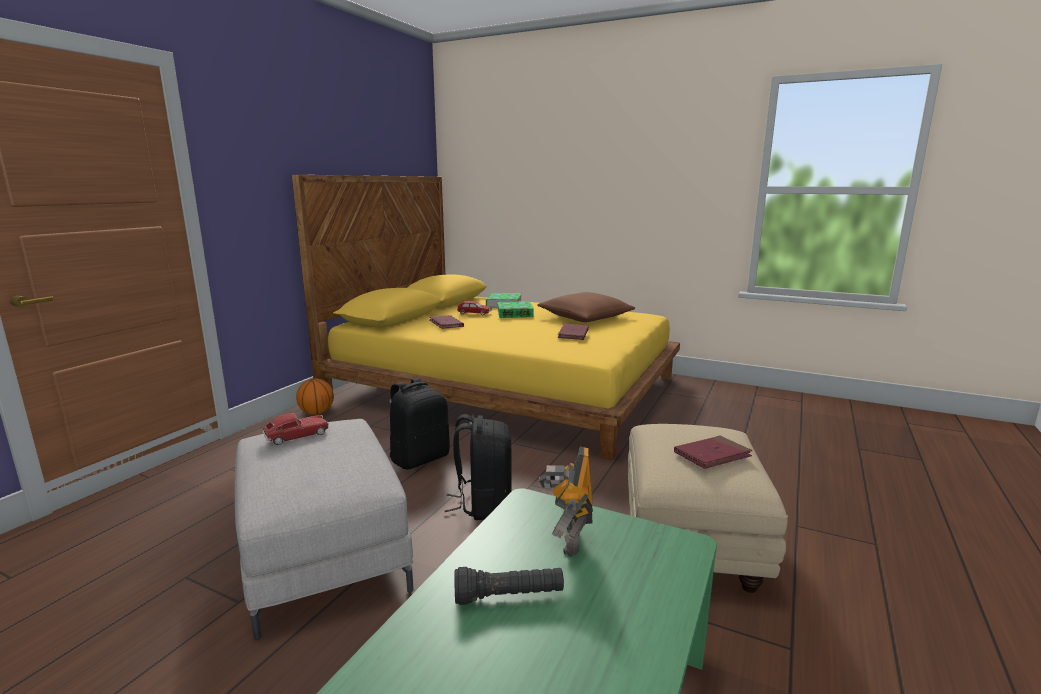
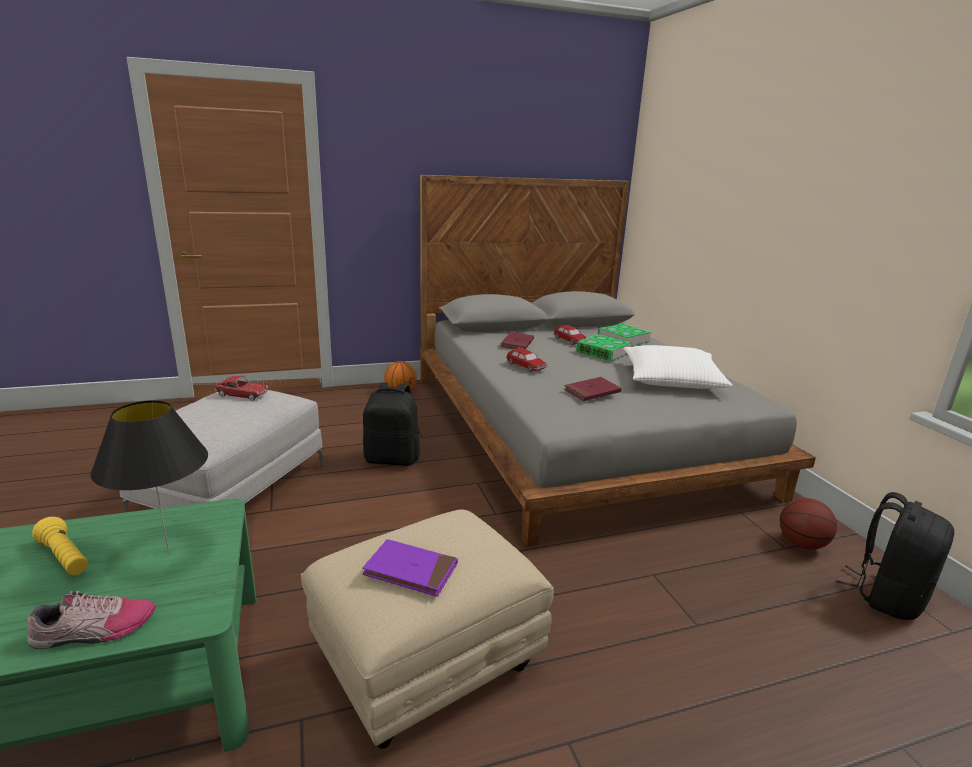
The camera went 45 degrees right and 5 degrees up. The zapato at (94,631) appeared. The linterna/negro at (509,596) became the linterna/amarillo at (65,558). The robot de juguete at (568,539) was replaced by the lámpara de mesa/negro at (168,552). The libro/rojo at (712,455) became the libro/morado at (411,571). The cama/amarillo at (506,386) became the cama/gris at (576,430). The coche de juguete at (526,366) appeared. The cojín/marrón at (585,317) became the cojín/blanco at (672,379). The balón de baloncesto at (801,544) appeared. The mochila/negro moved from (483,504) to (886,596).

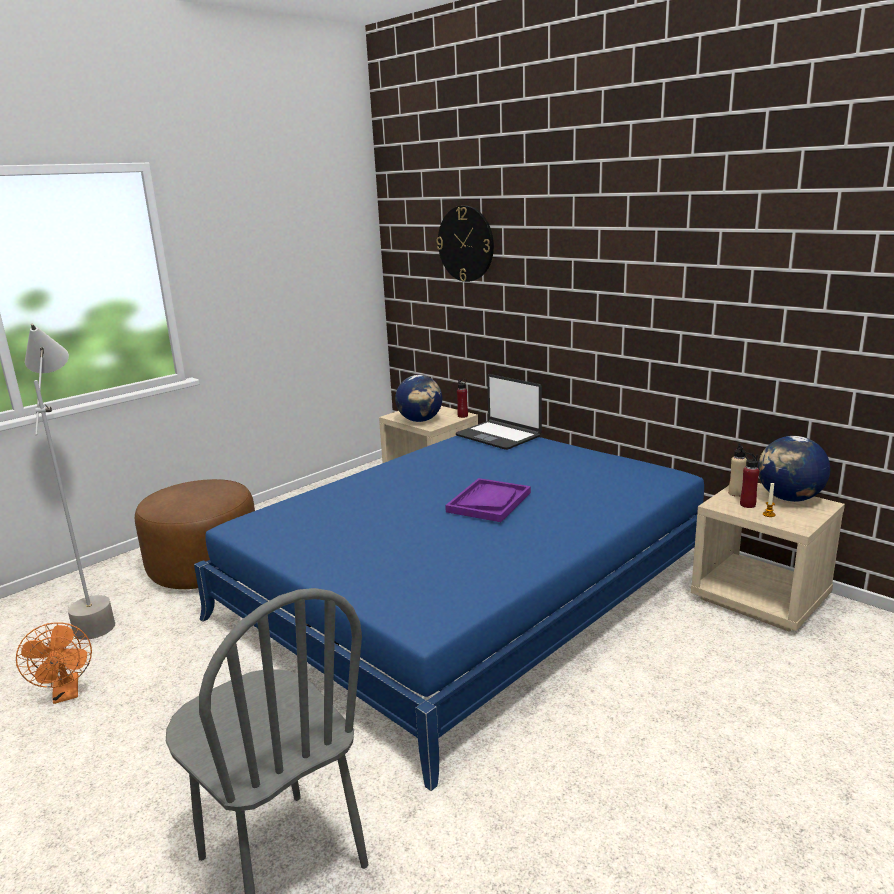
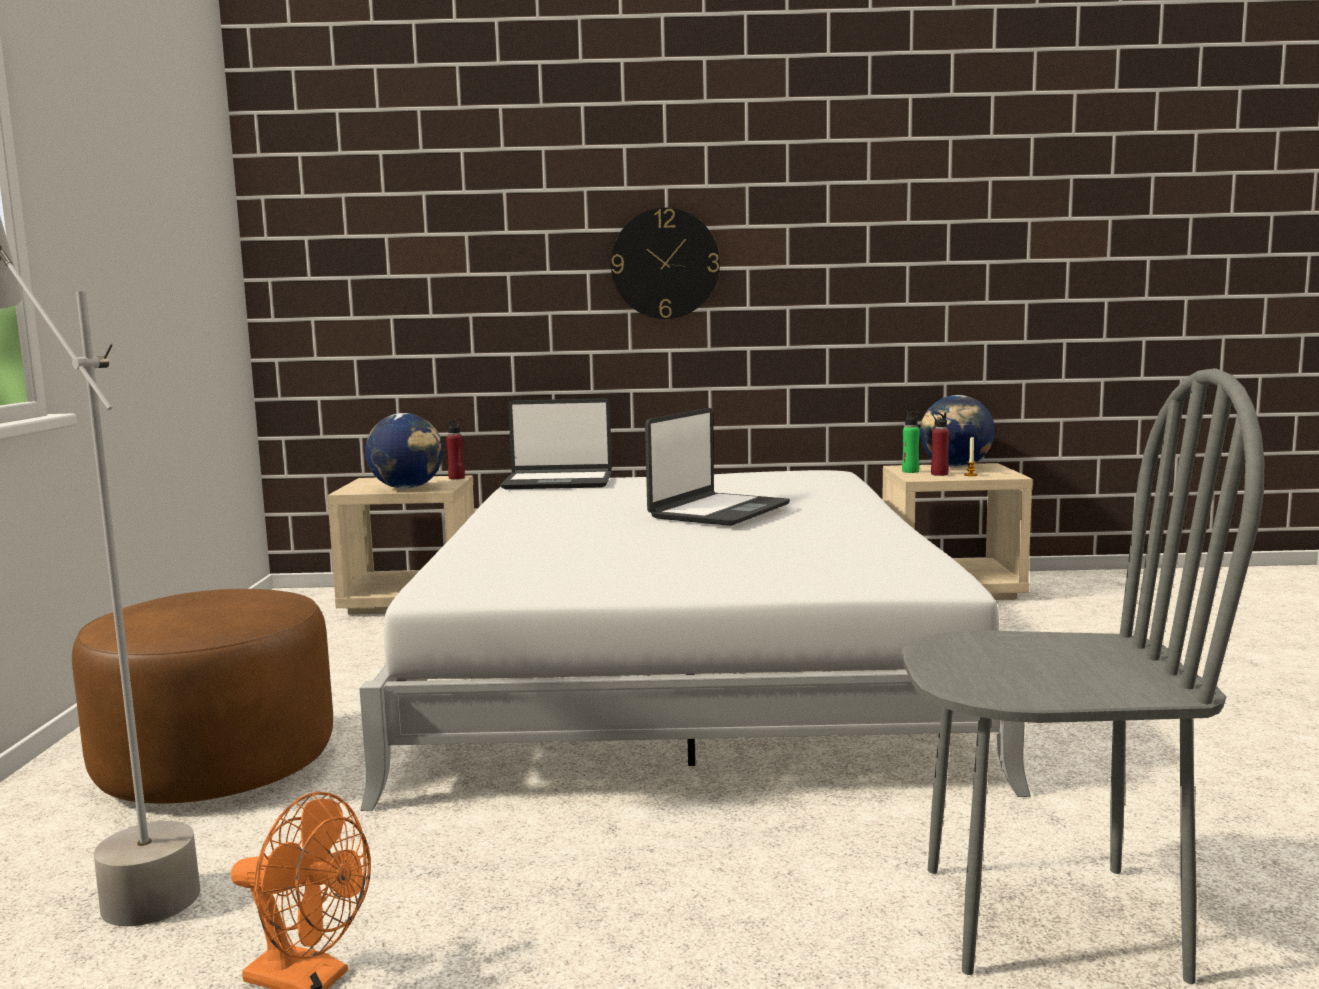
The camera went 45 degrees left and 10 degrees down. The cama/azul at (468,589) became the cama/blanco at (684,660). The reloj de pared moved from (466,244) to (665,264). The bandeja/morado at (489,502) was replaced by the portátil at (718,511). The botella/beis at (735,493) became the botella/verde at (910,471).

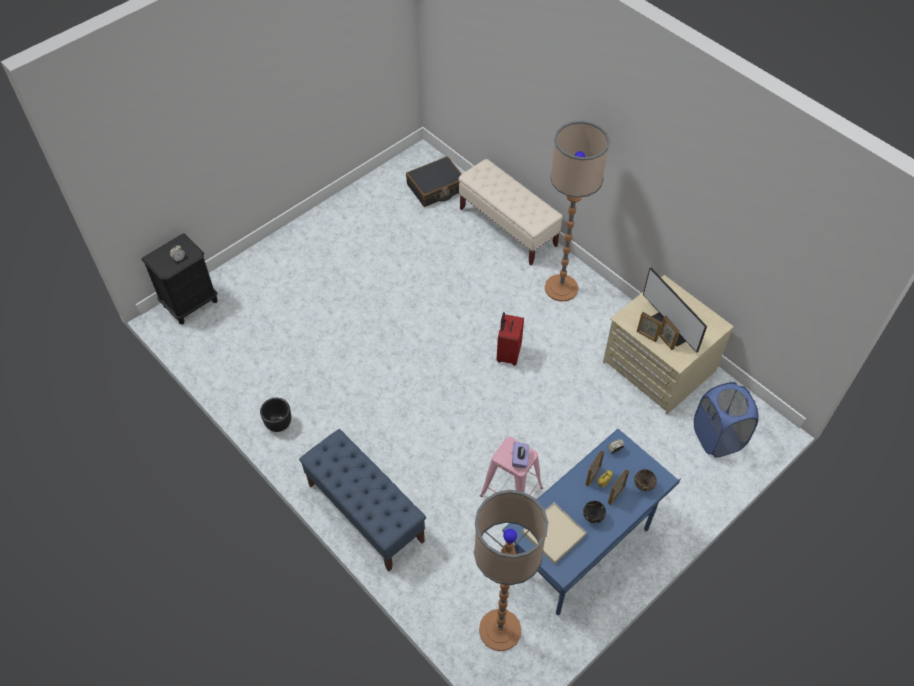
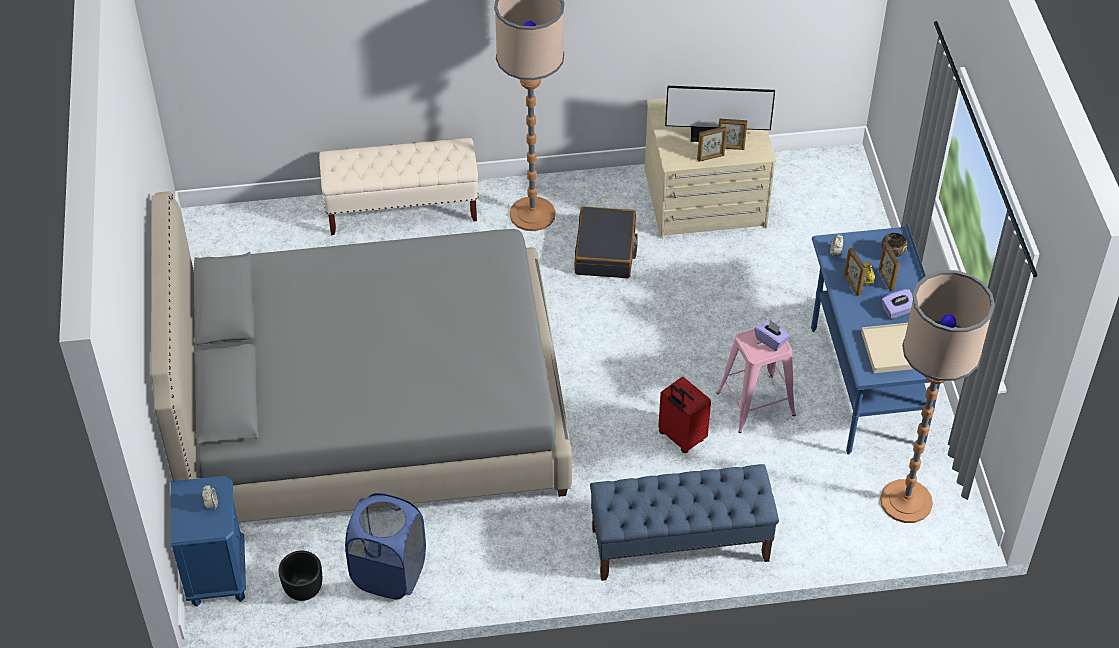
The camera went 55 degrees left and 5 degrees down. The cama/gris at (371,411) appeared. The mesita de noche/negro at (191,303) became the mesita de noche/azul at (217,574). The maceta/negro moved from (278,423) to (303,590). The cesto de la ropa/azul moved from (717,437) to (389,573). The maleta/negro moved from (436,188) to (605,251). The maleta/rojo moved from (508,354) to (681,437). The cuenco/negro at (593,517) was replaced by the caja de pañuelos/morado at (897,311).

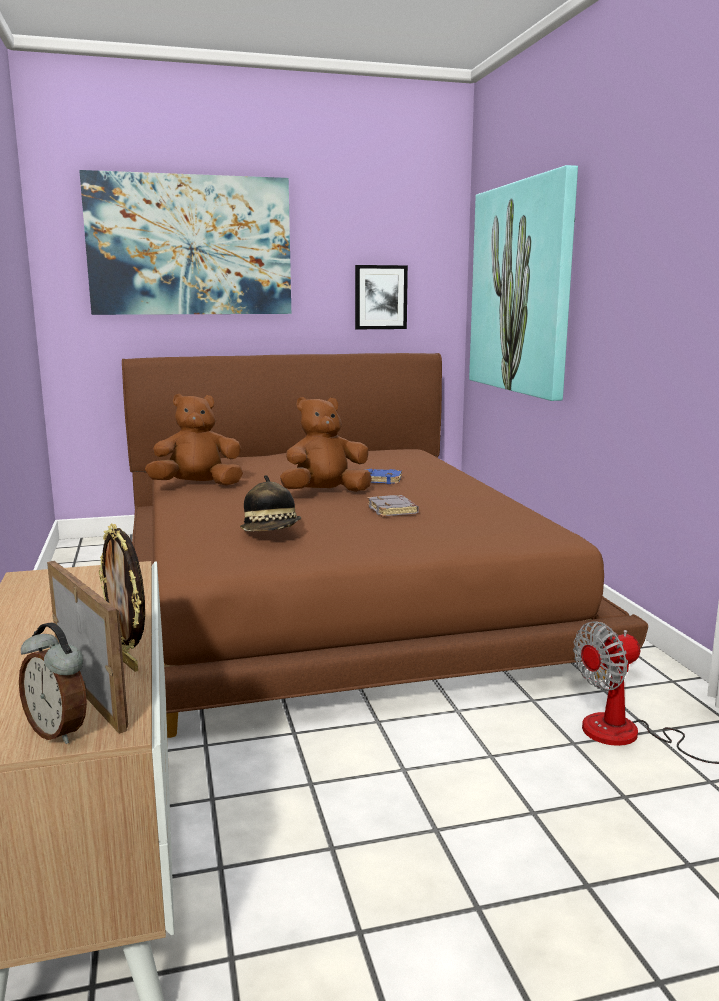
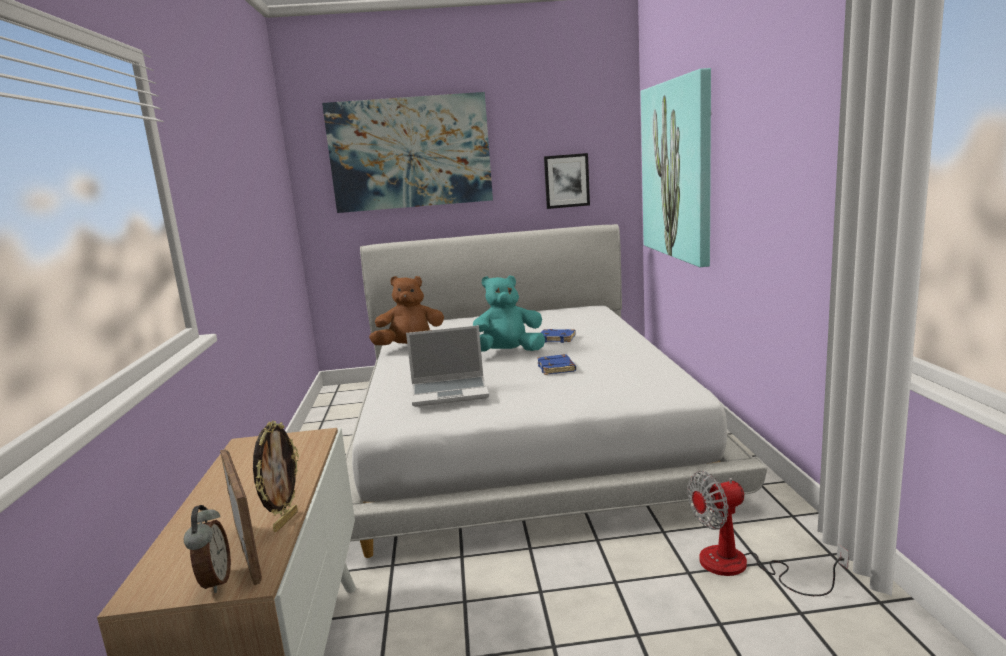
The camera went 10 degrees right and 0 degrees up. The despertador at (59,731) turned 150 degrees counterclockwise. The portarretratos at (128,662) turned 135 degrees counterclockwise. The cama/marrón at (330,591) became the cama/blanco at (519,430). The sombrero at (272,532) was replaced by the portátil at (450,392). The peluche/marrón at (325,493) became the peluche/turquesa at (507,353). The libro/gris at (393,510) became the libro/azul at (557,368).

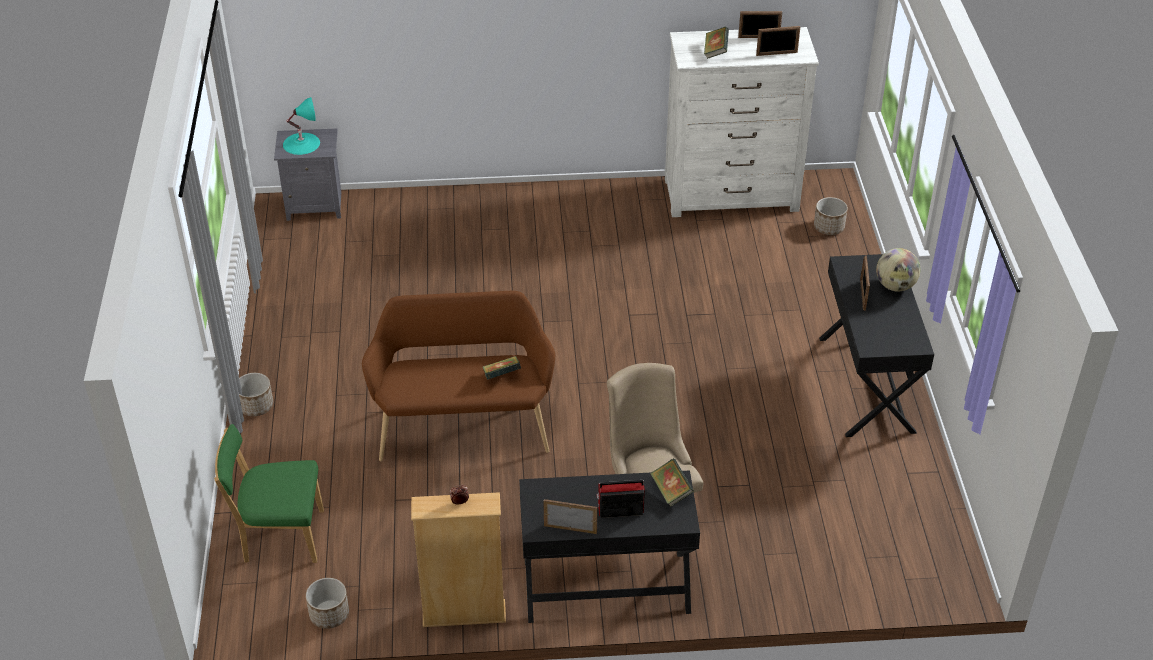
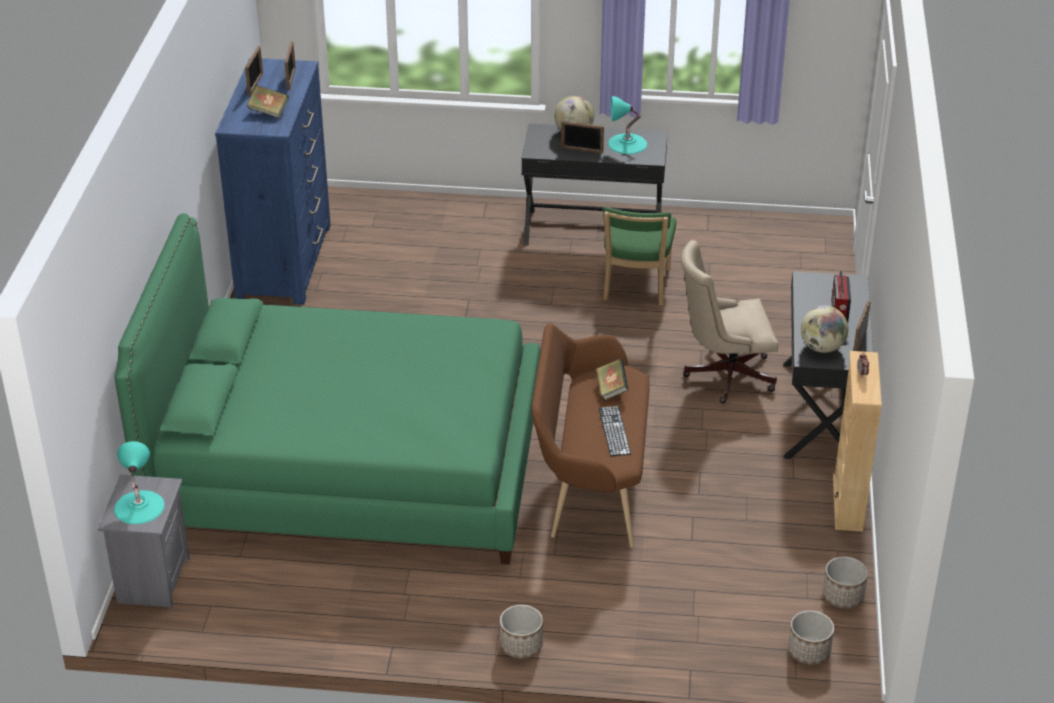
The camera went 80 degrees left and 5 degrees down. The cama/verde at (348,465) appeared. The cómoda/blanco at (731,195) became the cómoda/azul at (285,261). The teclado at (614,431) appeared. The silla/verde moved from (279,536) to (635,287). The lámpara de mesa/turquesa at (627,144) appeared. The maceta moved from (828,227) to (809,651). The globo terráqueo at (822,347) appeared. The libro at (671,491) disappeared.

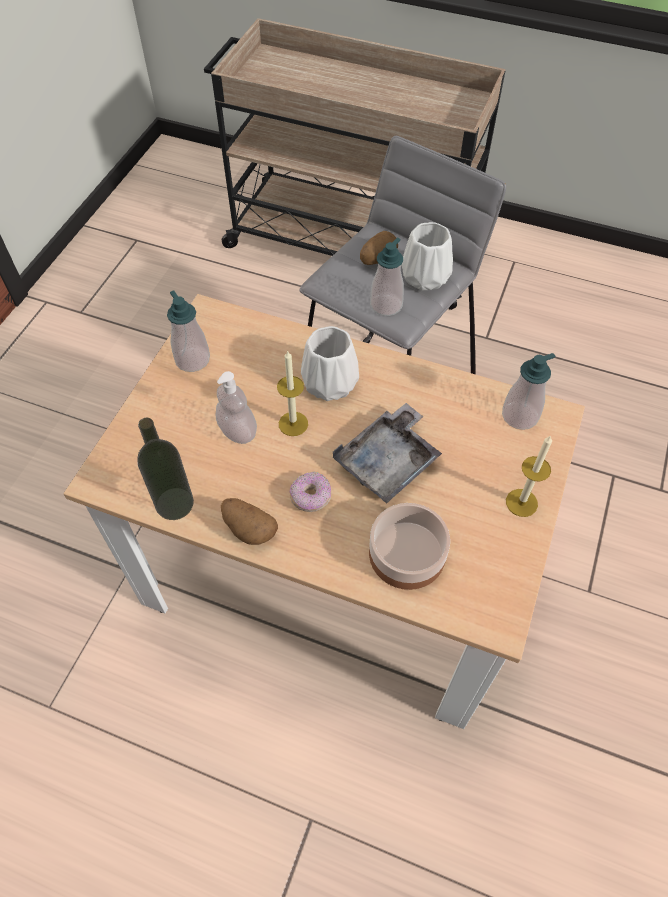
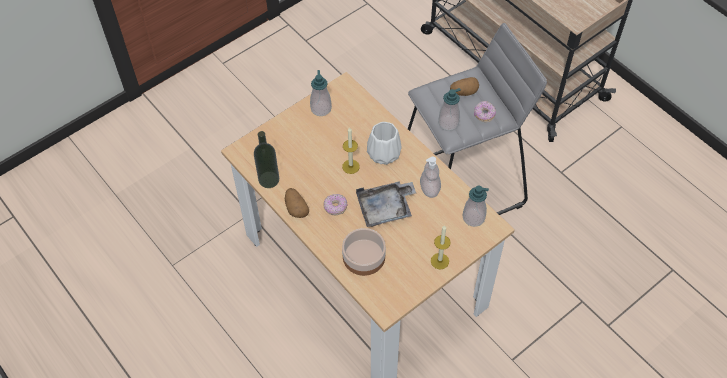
The camera went 30 degrees right and 0 degrees up. The dispensador de jabón moved from (238,431) to (429,189). The florero/blanco at (425,276) was replaced by the rosquilla at (484,115).

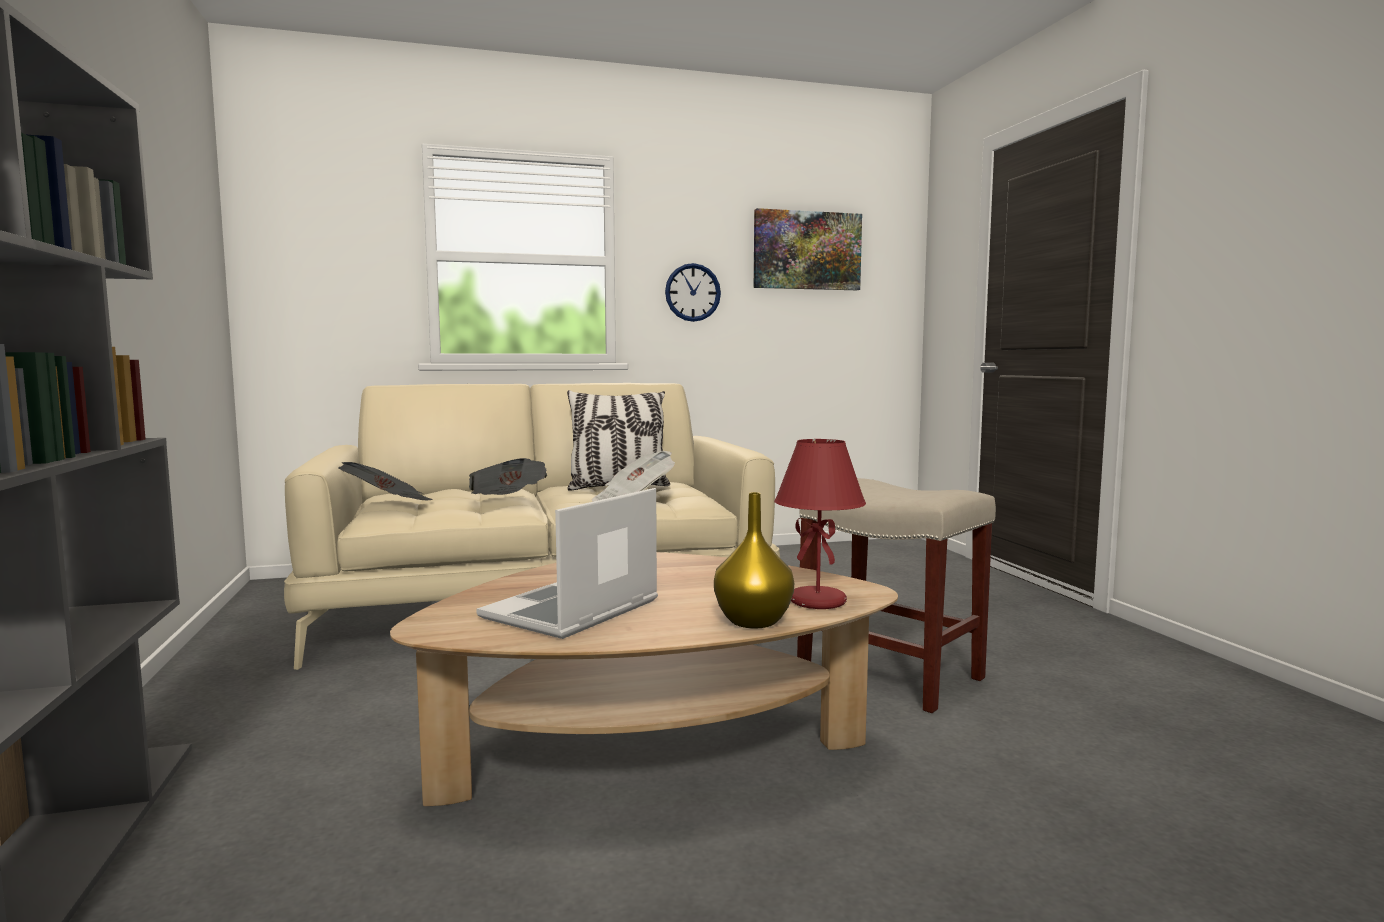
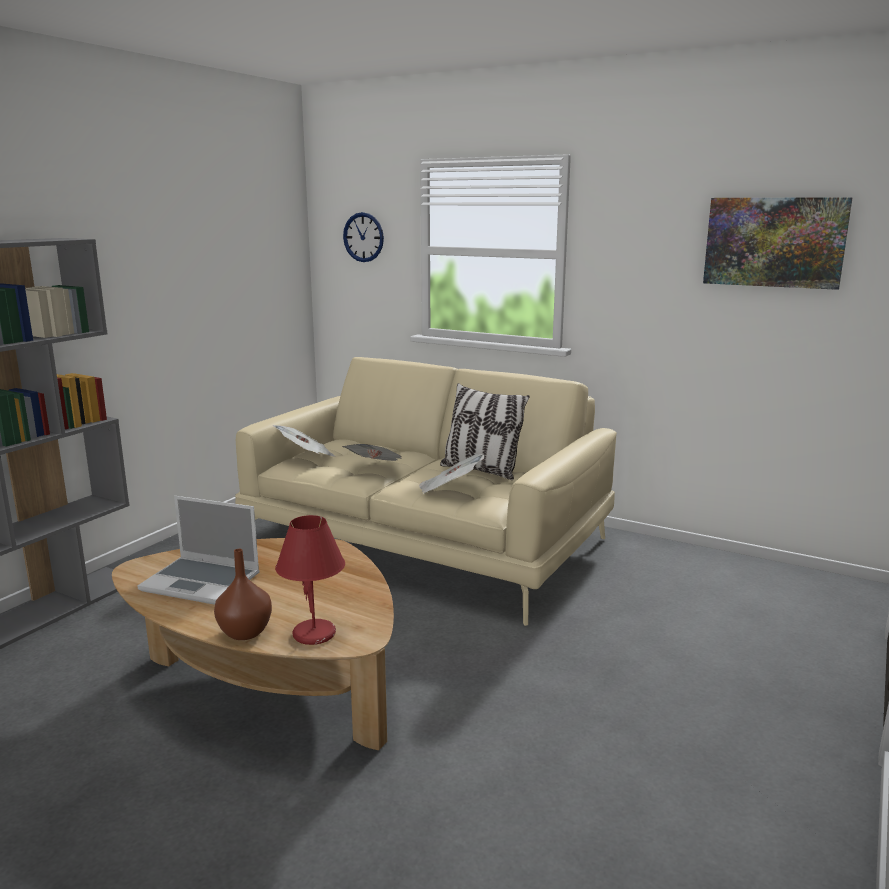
The camera went 45 degrees right and 10 degrees up. The portátil at (571,611) turned 150 degrees counterclockwise. The florero/amarillo at (754,621) became the florero/marrón at (246,632). The reloj de pared moved from (692,292) to (363,237). The taburete/beis at (892,674) disappeared.

